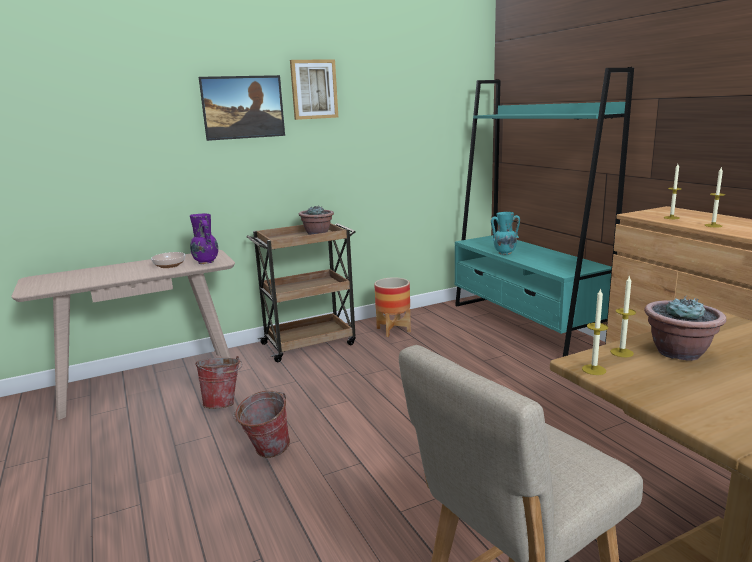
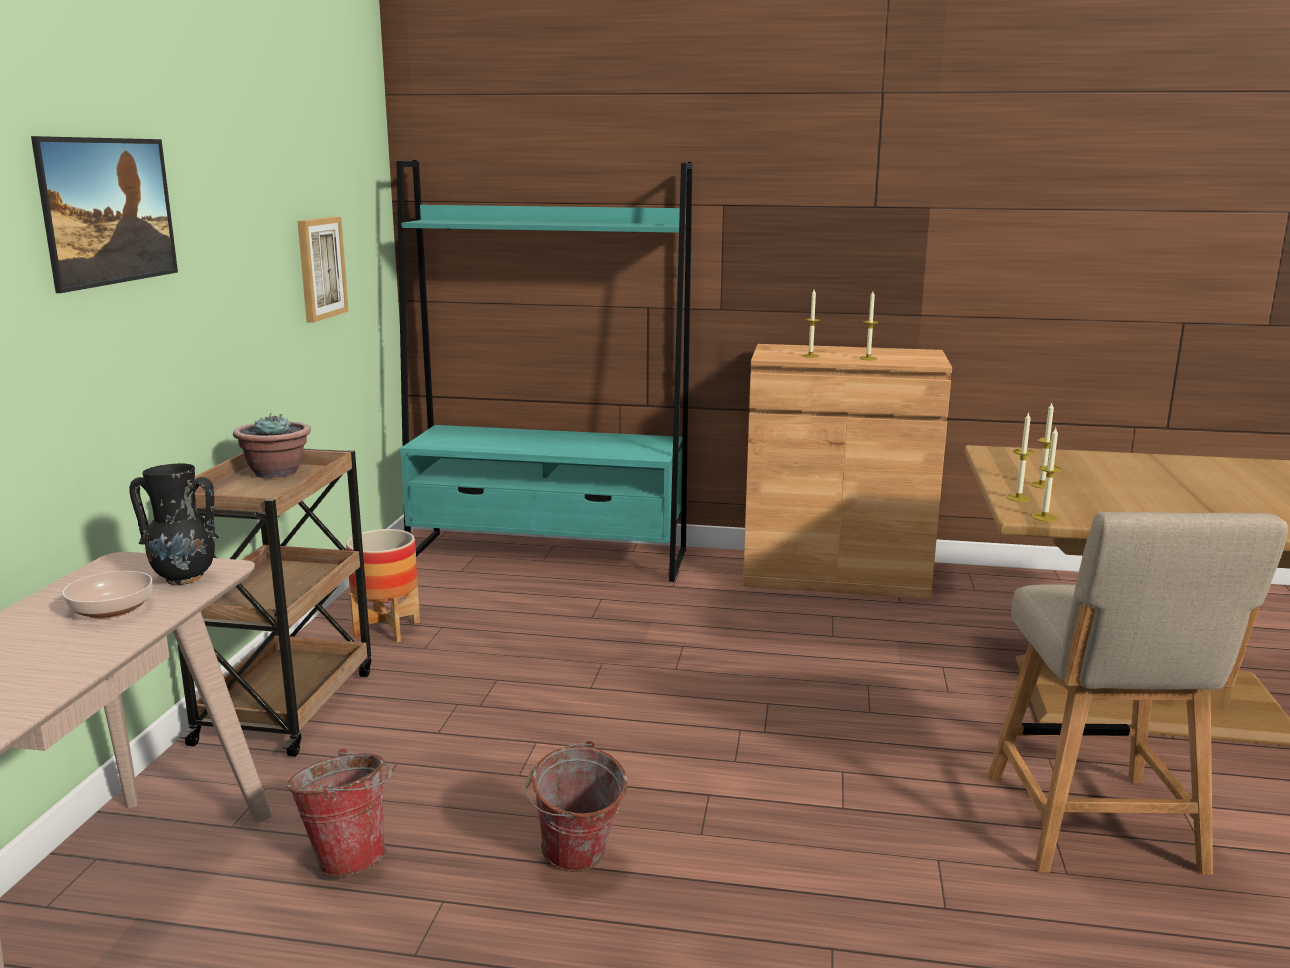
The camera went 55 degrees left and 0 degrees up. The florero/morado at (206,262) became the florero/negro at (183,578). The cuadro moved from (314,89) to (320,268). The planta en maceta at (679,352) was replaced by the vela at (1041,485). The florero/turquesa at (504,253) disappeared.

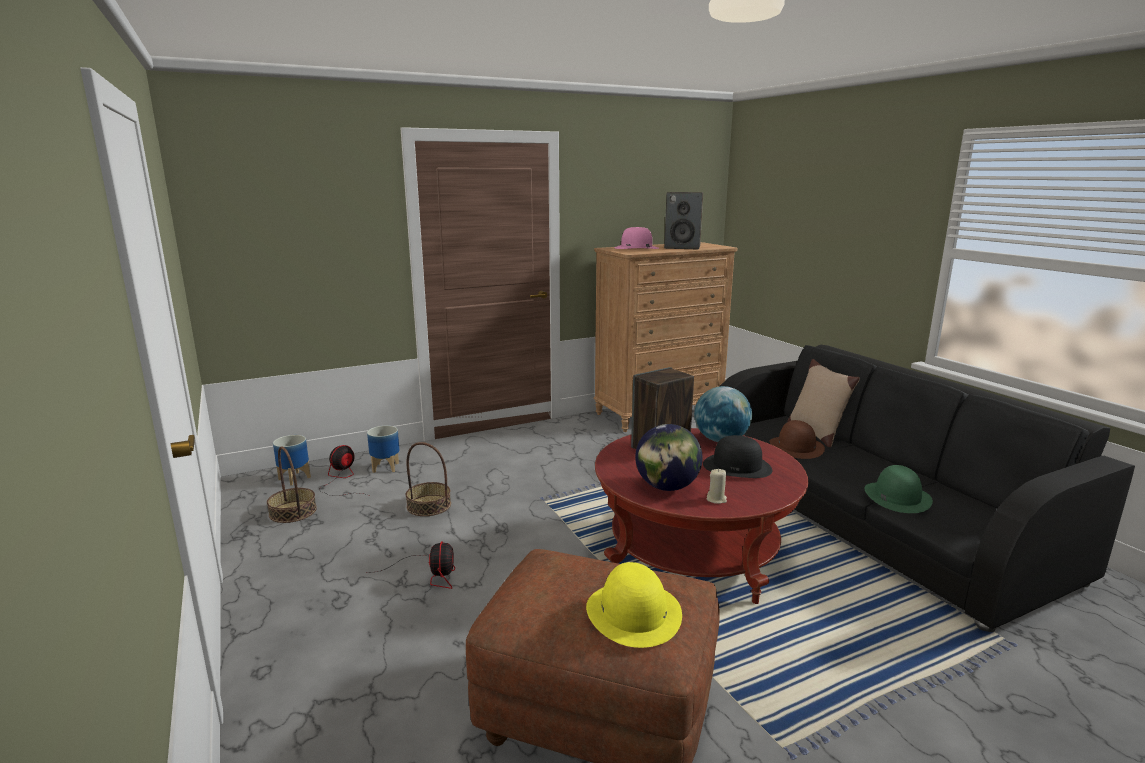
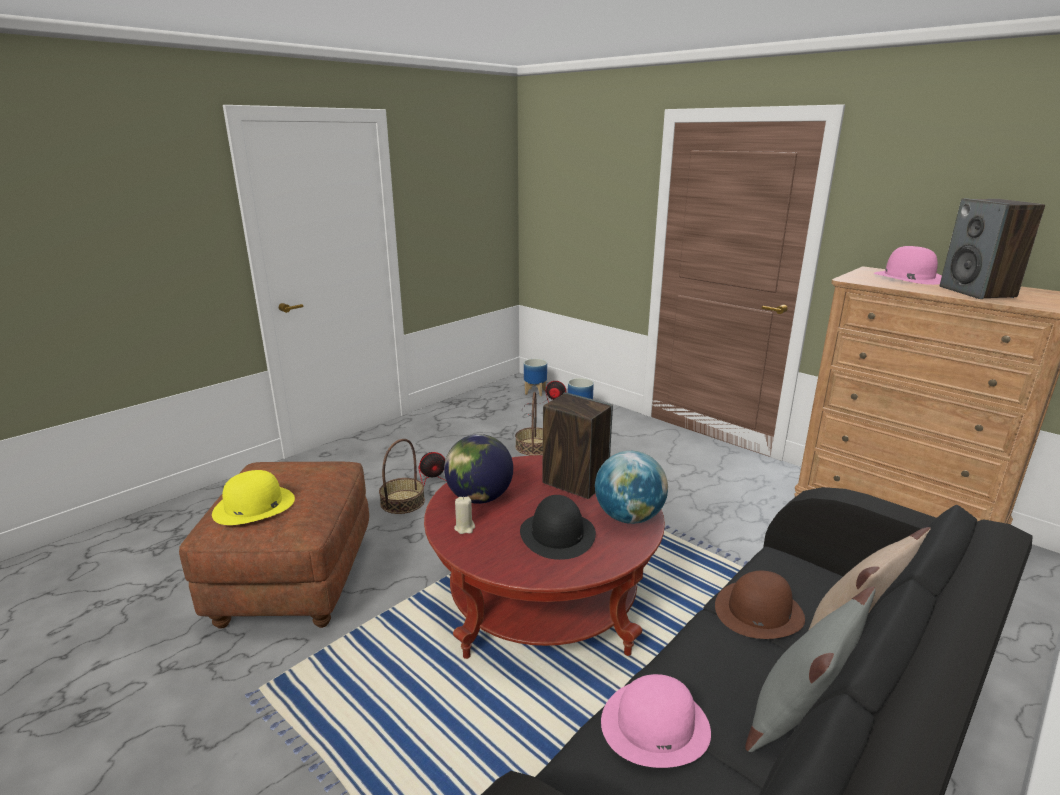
The camera went 70 degrees right and 5 degrees up. The cesta moved from (293,511) to (402,502). The sombrero/verde at (897,497) became the sombrero/rosa at (655,724). The cojín/gris at (797,718) appeared.

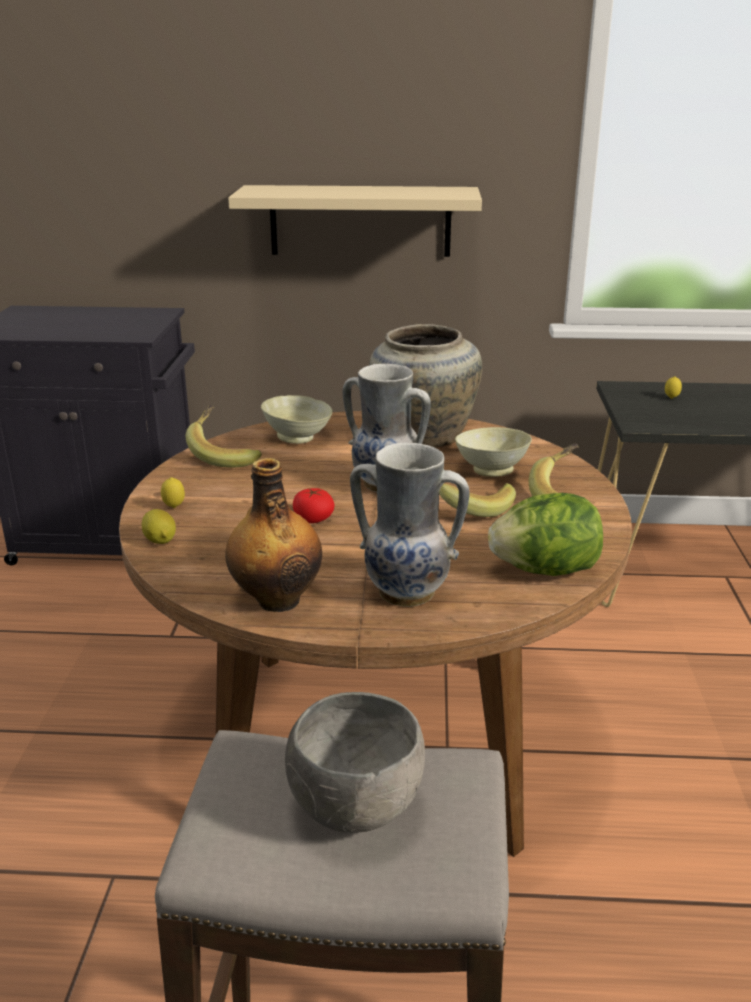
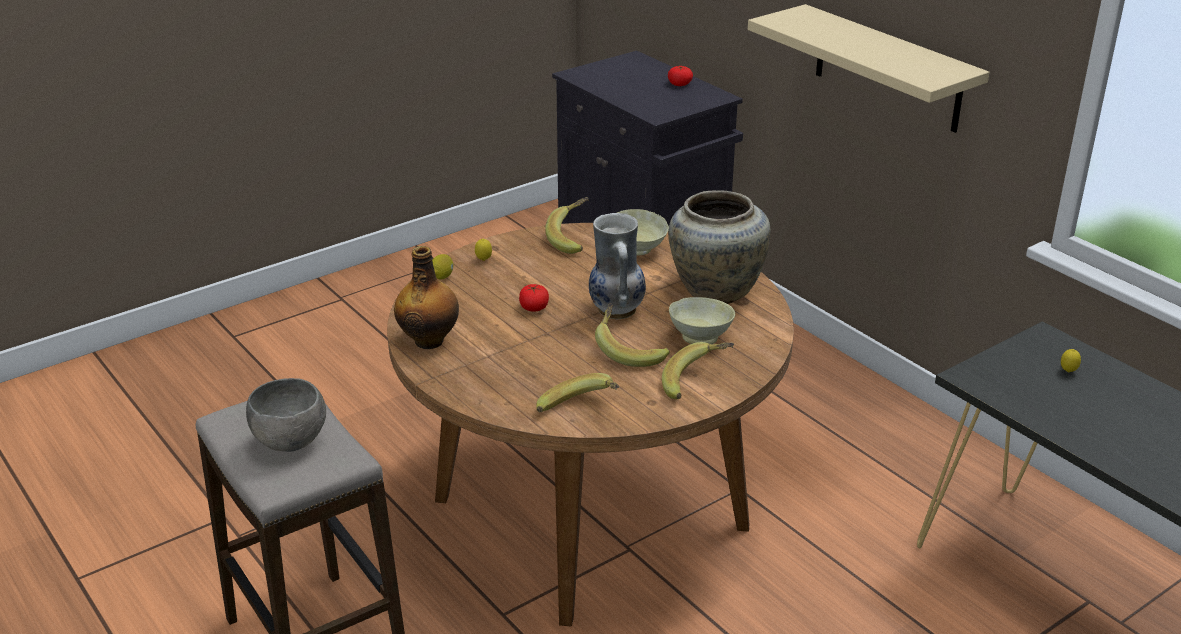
The camera went 50 degrees right and 5 degrees up. The lechuga at (545,570) was replaced by the plátano at (580,411). The tomate at (679,84) appeared. The florero at (407,591) disappeared.

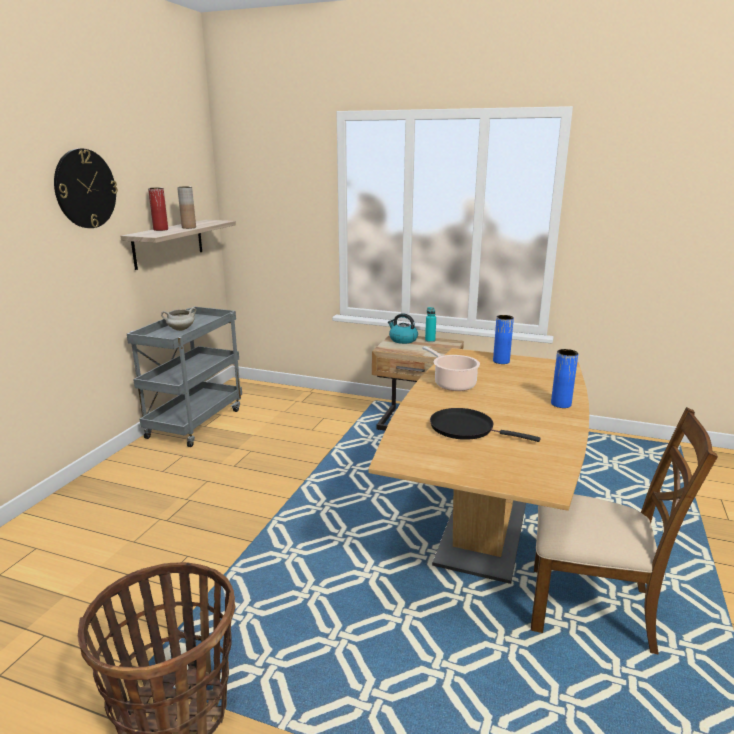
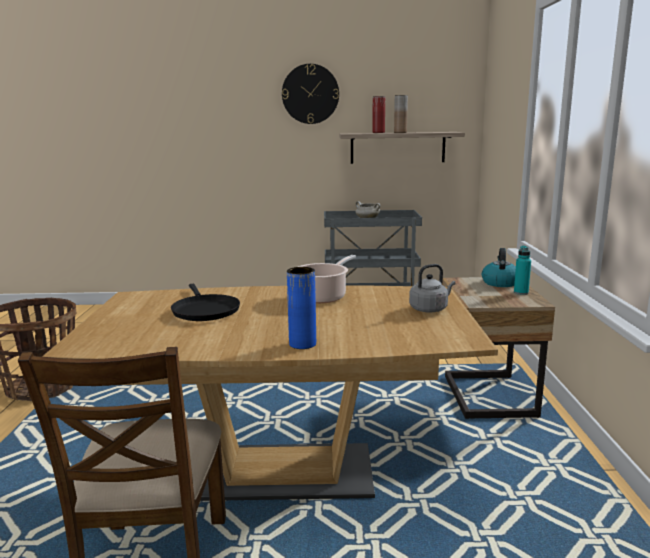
The camera went 70 degrees right and 5 degrees down. The sartén/negro at (466,428) turned 150 degrees clockwise. The florero/azul at (501,361) was replaced by the hervidor/gris at (430,309).

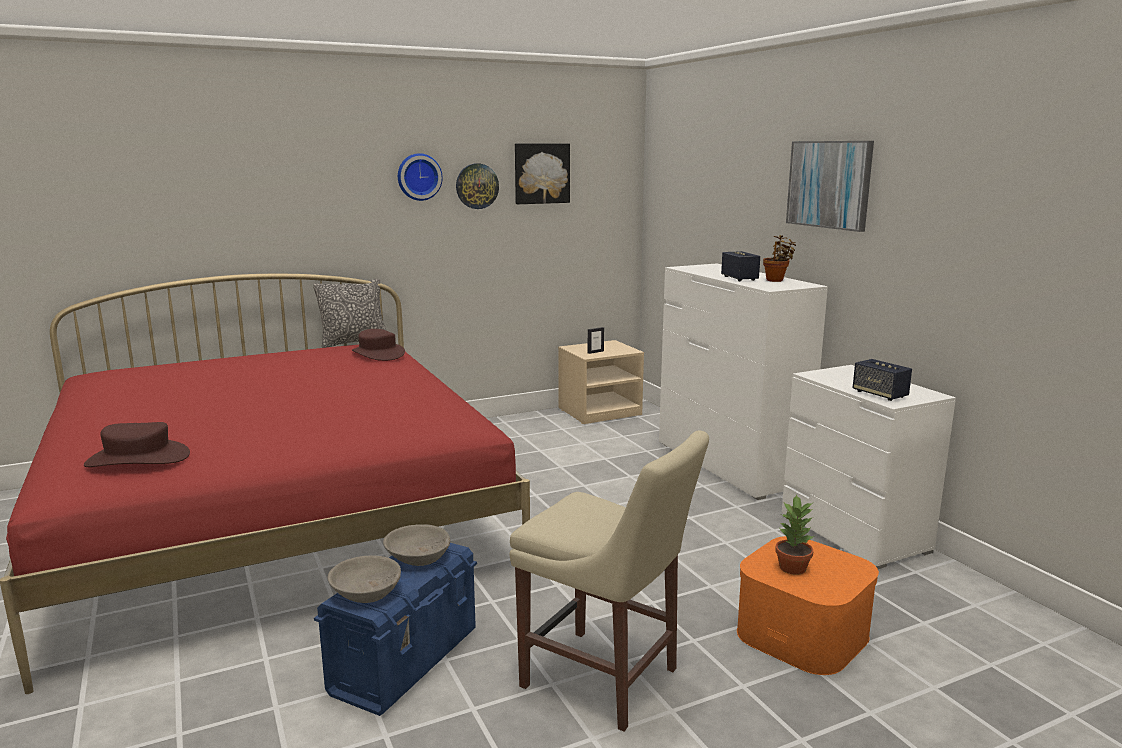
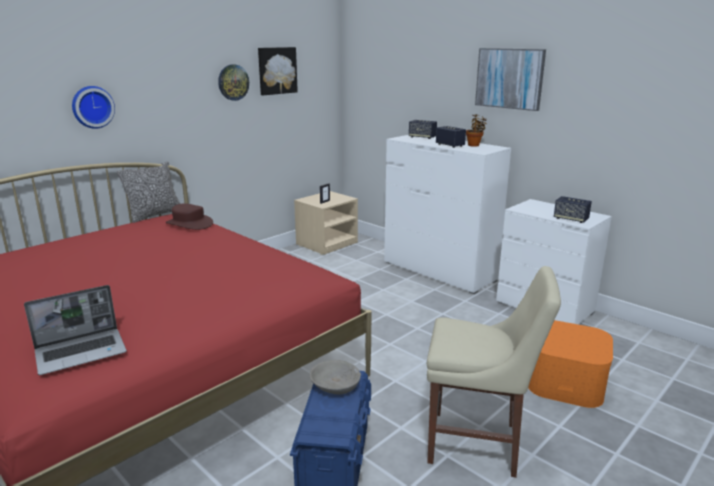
The camera went 20 degrees left and 5 degrees up. The sombrero/marrón at (138,459) was replaced by the portátil at (82,352). The reloj de pared moved from (419,177) to (92,107). The altavoz at (422,137) appeared. The cuenco/gris at (366,592) disappeared. The planta en maceta at (793,567) disappeared.

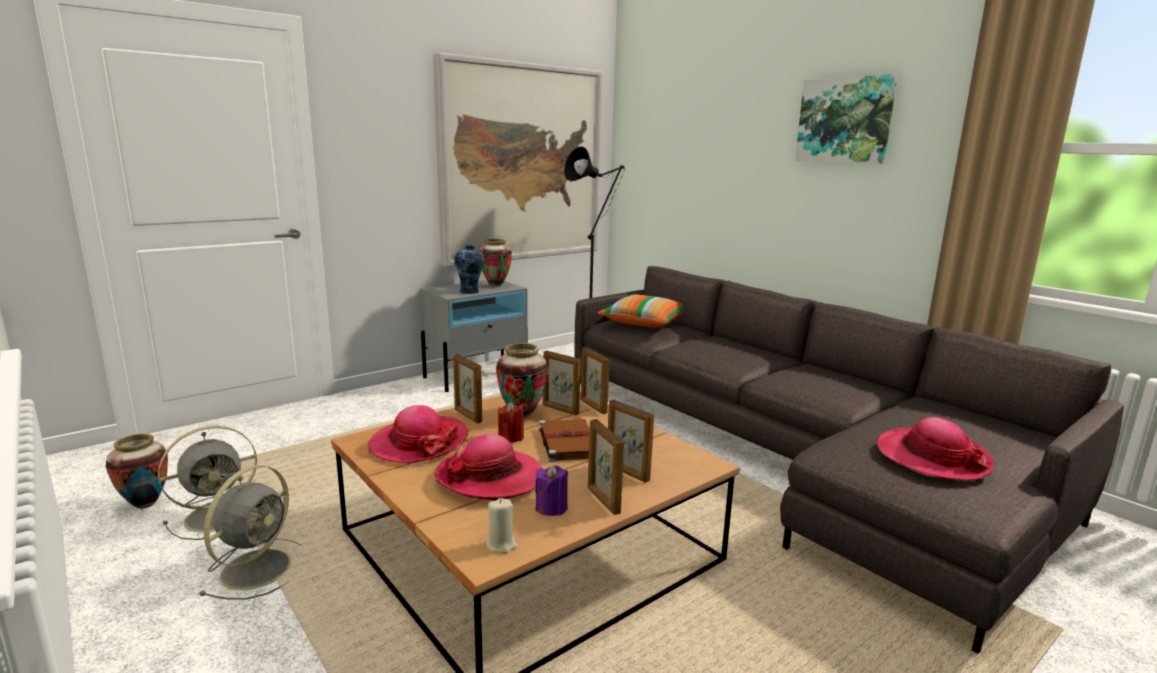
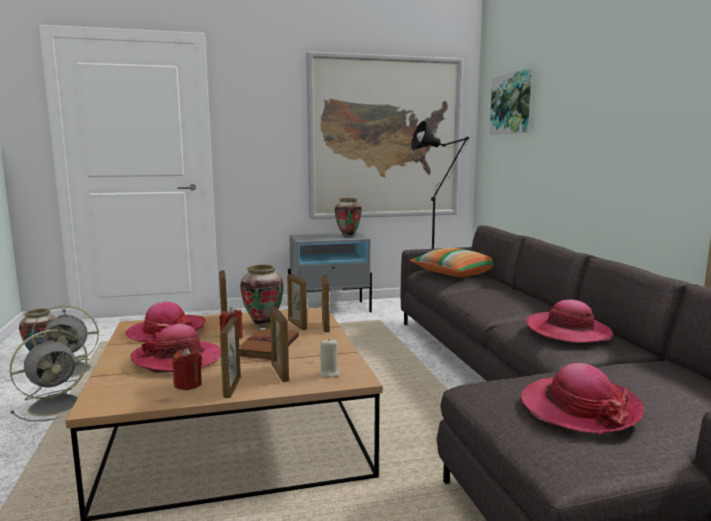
The camera went 25 degrees right and 5 degrees down. The vela/morado at (551,508) became the vela/rojo at (188,385). The vela/beis moved from (501,545) to (329,373). The cuadro moved from (845,120) to (511,103). The sombrero at (568,331) appeared. The florero at (470,292) disappeared.

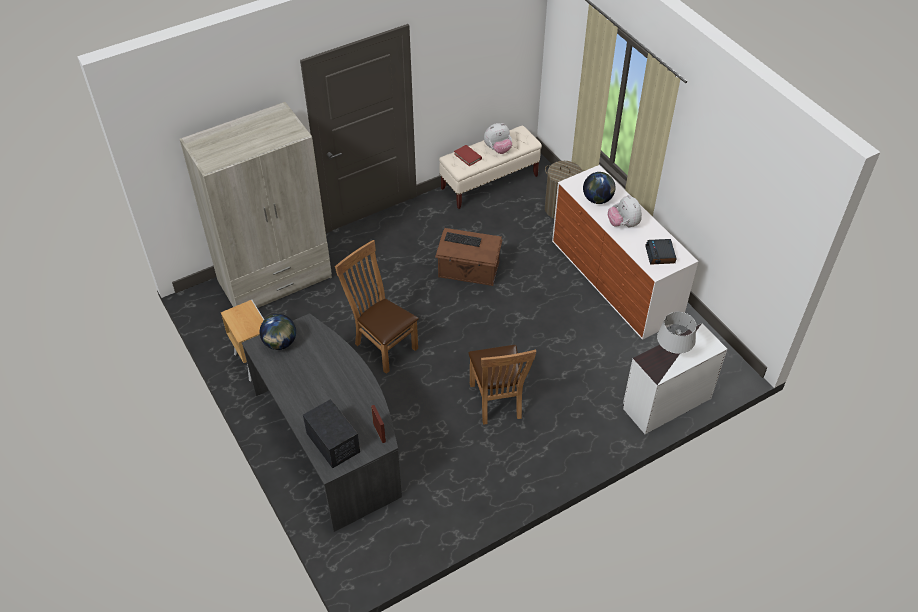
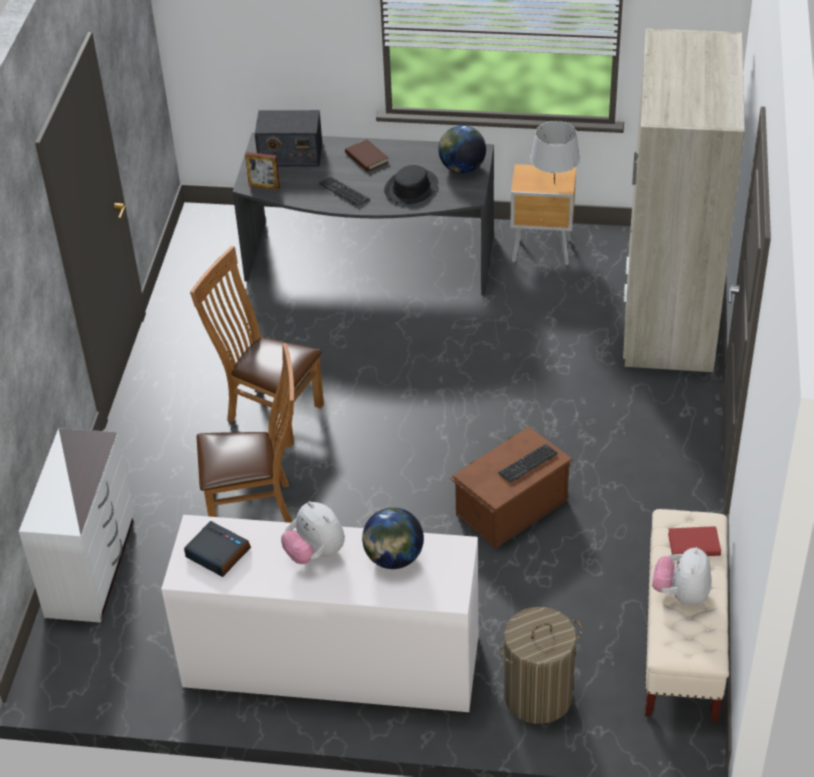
The camera went 130 degrees right and 5 degrees down. The silla/marrón moved from (382,345) to (257,508). The peluche at (623,224) turned 150 degrees counterclockwise. The teclado at (344,192) appeared. The libro/marrón at (366,158) appeared. The sombrero/negro at (411,187) appeared. The lámpara de mesa/gris moved from (672,354) to (554,184).

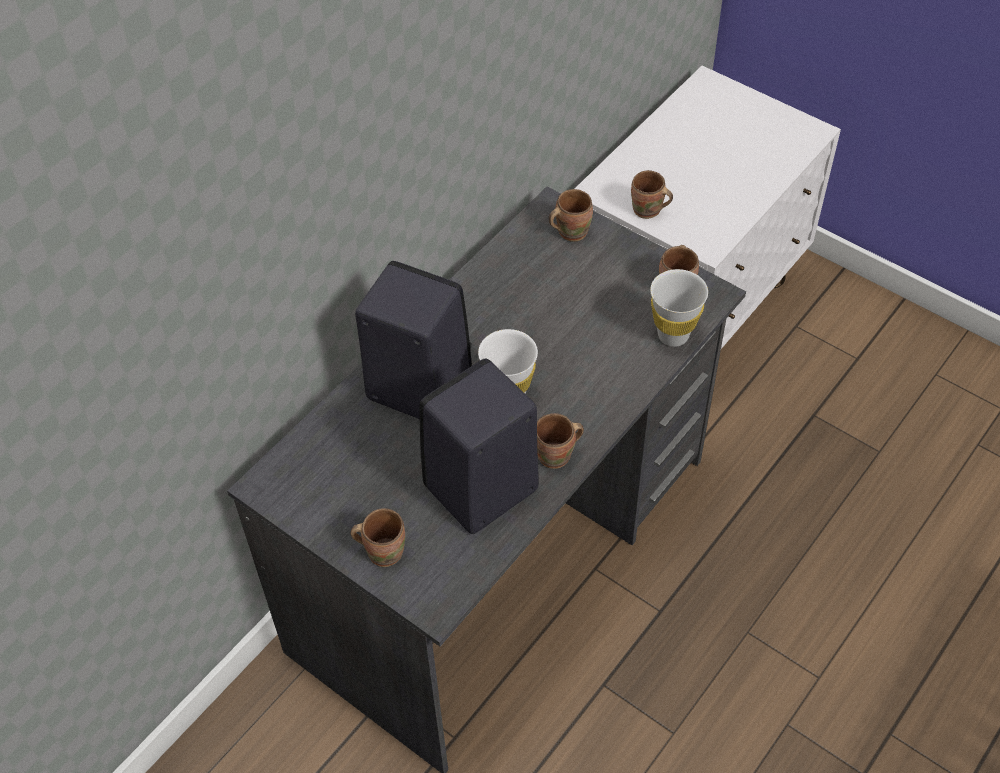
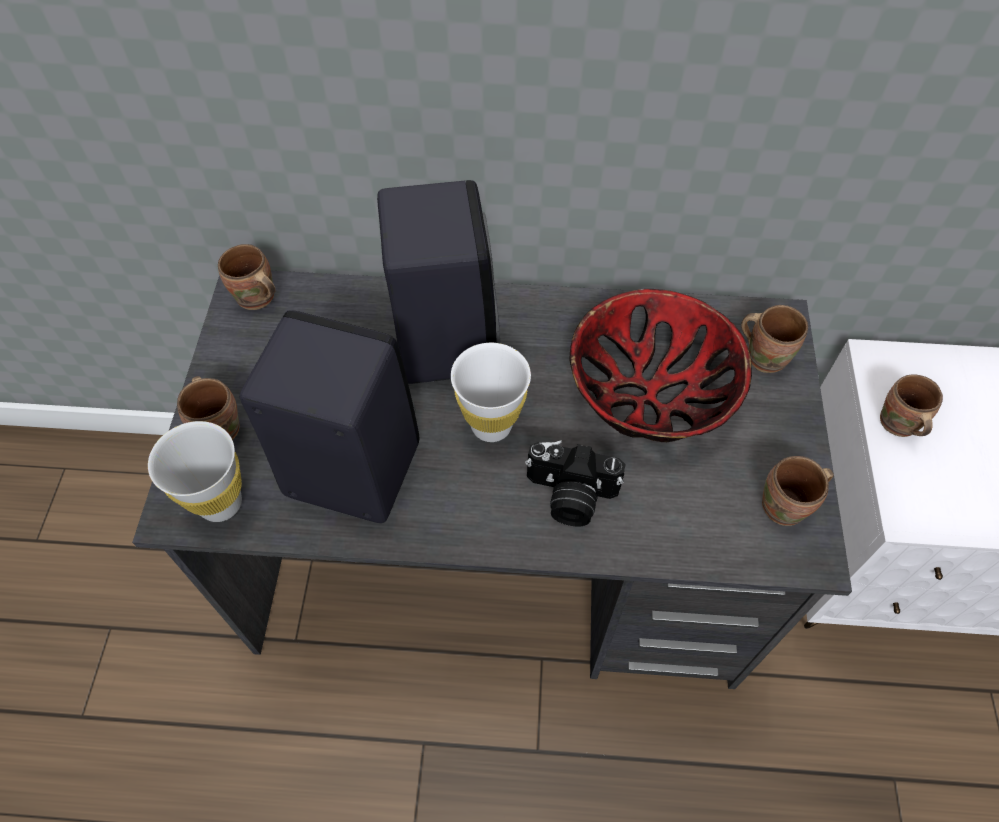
The camera went 55 degrees right and 5 degrees up. The taza/blanco moved from (673,335) to (220,503). The taza grande/marrón moved from (557,457) to (256,300). The cámara at (569,496) appeared. The cuenco at (650,389) appeared.

